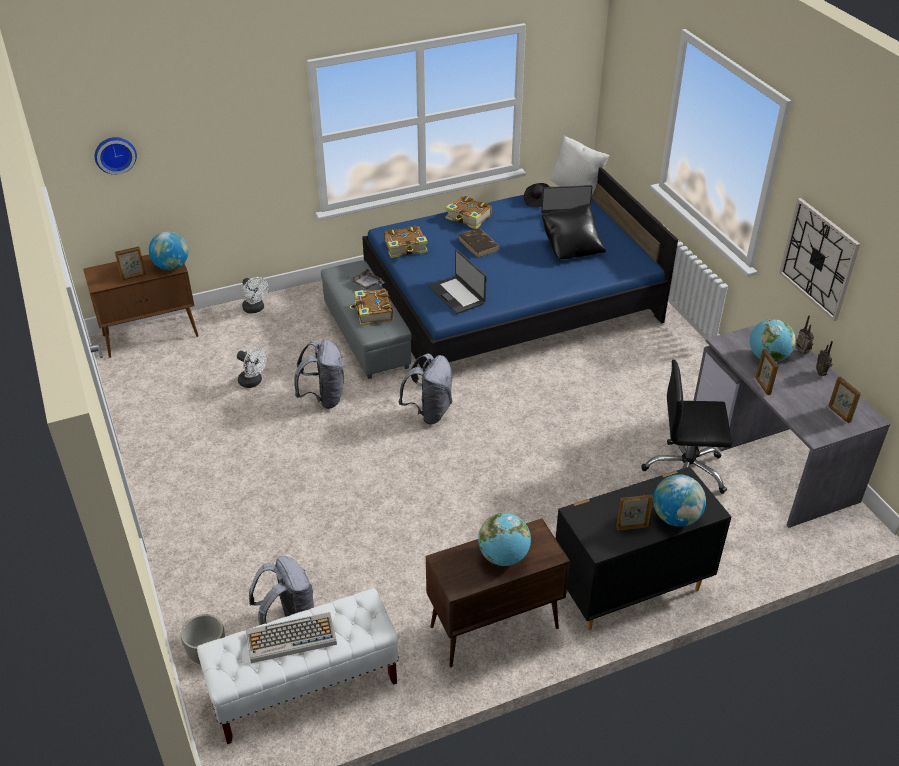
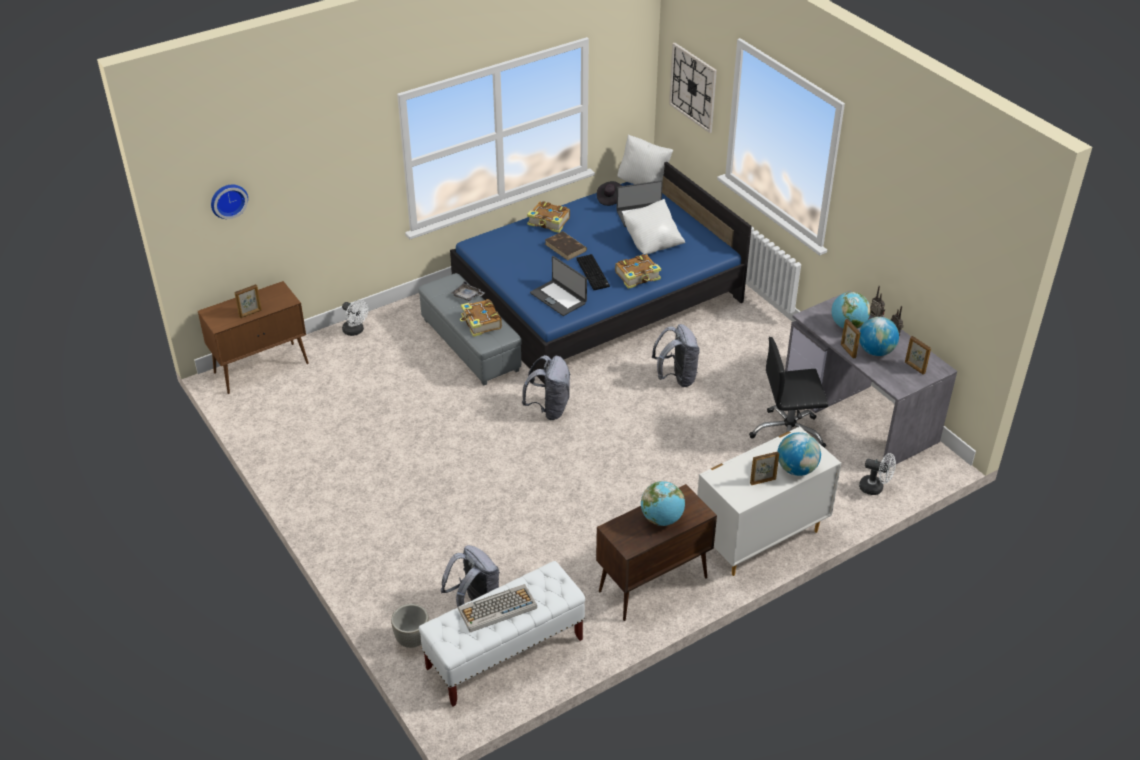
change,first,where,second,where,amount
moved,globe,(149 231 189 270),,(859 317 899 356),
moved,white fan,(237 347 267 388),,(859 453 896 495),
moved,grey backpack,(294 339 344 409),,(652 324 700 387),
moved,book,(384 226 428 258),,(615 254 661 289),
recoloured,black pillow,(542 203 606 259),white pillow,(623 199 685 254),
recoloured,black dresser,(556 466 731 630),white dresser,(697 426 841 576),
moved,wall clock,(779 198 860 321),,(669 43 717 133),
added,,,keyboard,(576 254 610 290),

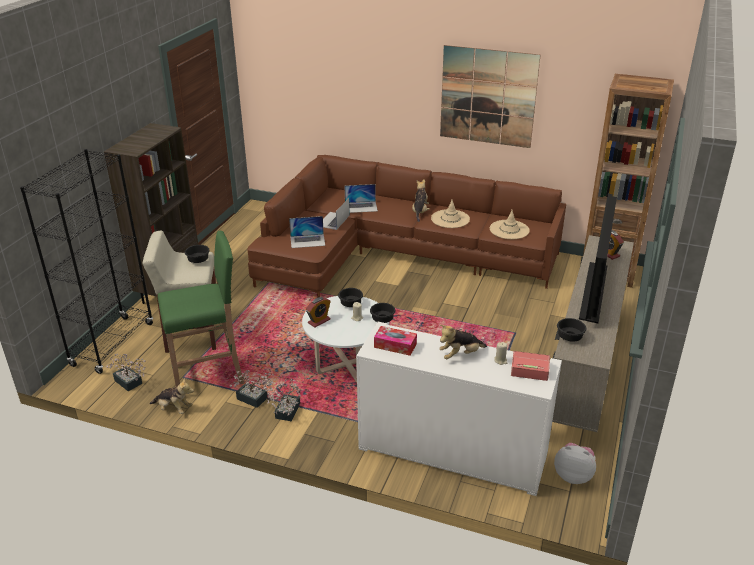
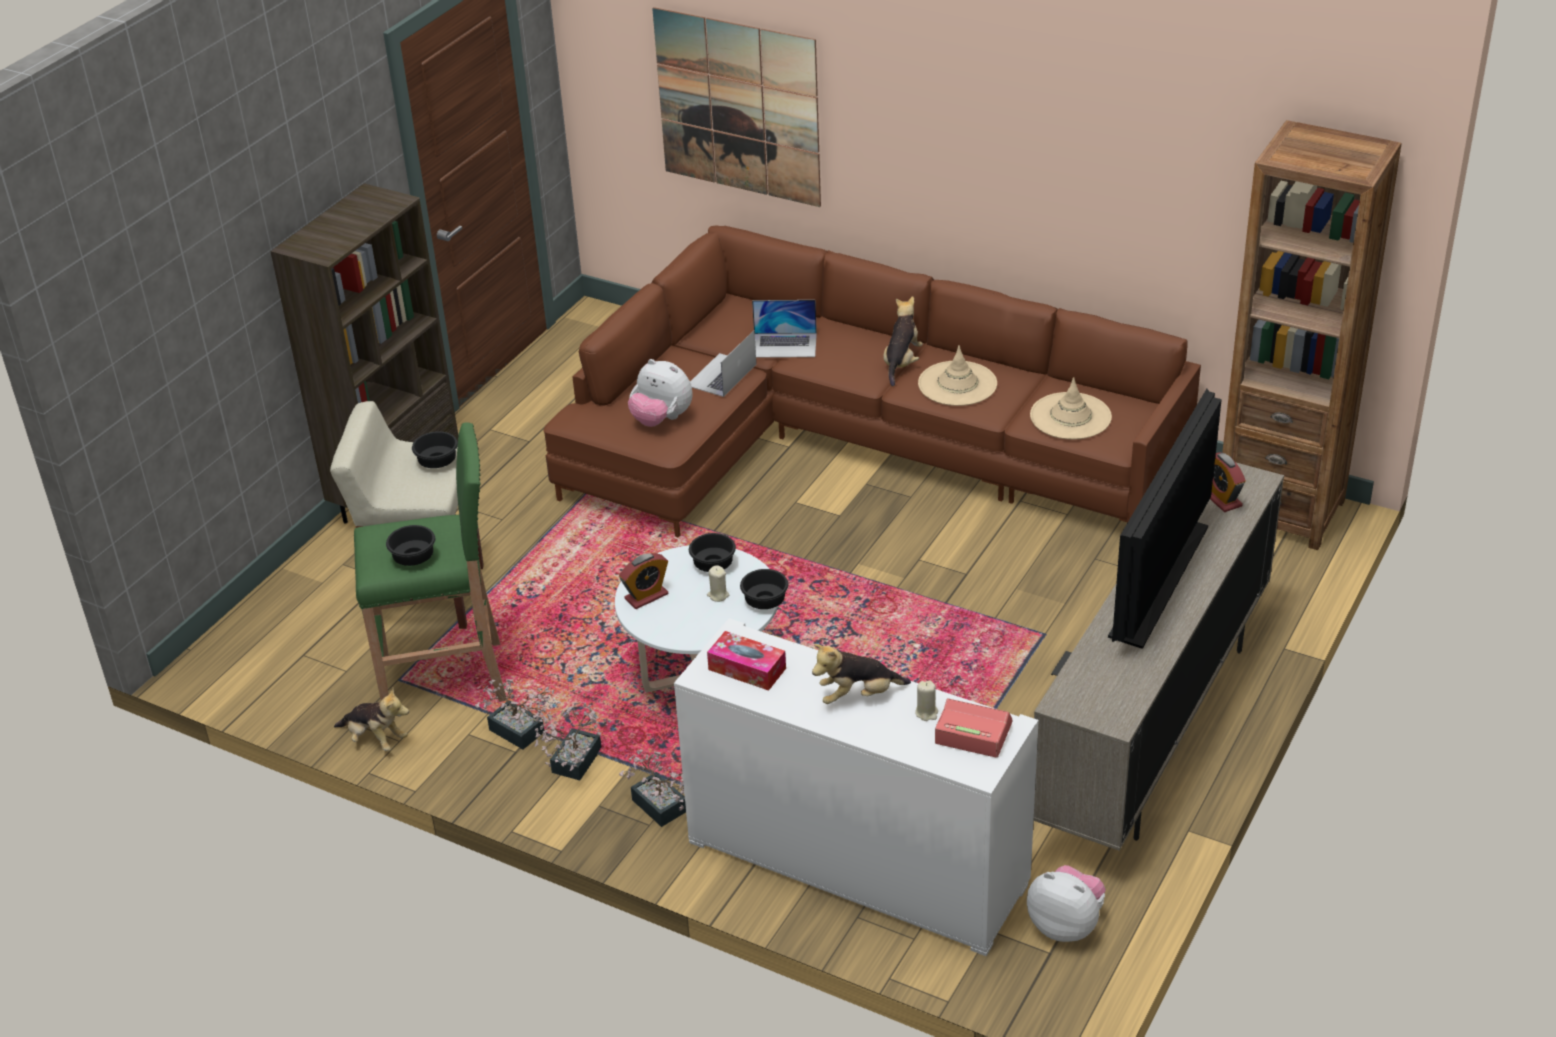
change,first,where,second,where,amount
removed,black bookcase,(20 149 153 374),,,
moved,potted plant,(106 354 146 391),,(619 749 686 827),
replaced,laptop,(289 216 325 248),plush toy,(628 359 693 427),
moved,picture,(440 45 541 148),,(652 7 821 207),
moved,black bowl,(557 318 586 342),,(386 525 435 566),

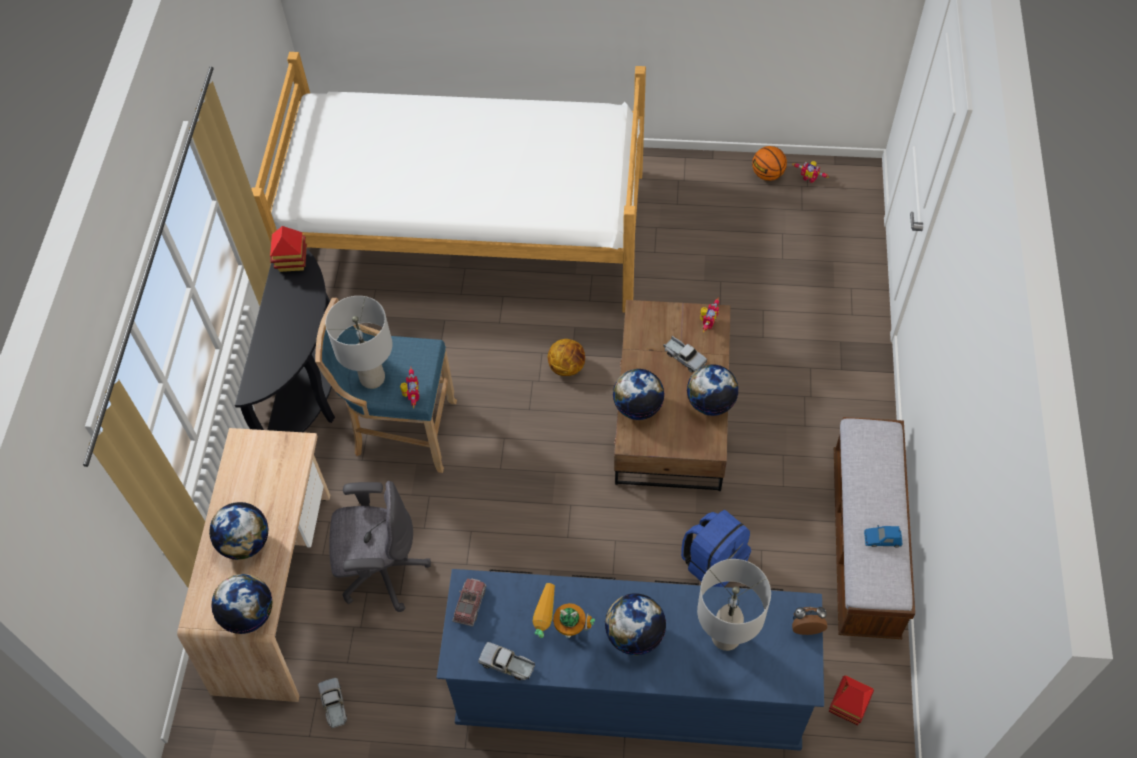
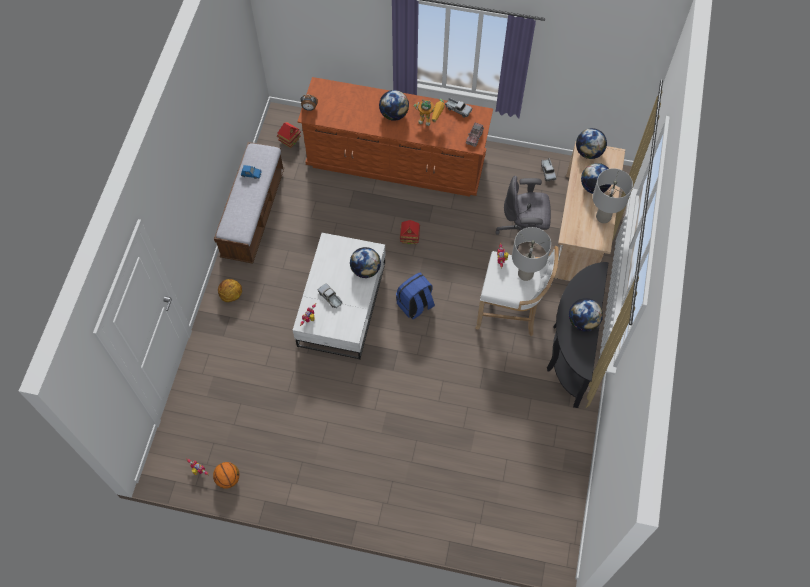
change,first,where,second,where,amount
removed,bed,(252 52 646 313),,,
moved,toy house,(270 226 307 272),,(400 220 420 244),
recoloured,blue stool,(315 298 457 473),white stool,(475 246 559 336),
recoloured,blue dresser,(436 569 824 751),brown dresser,(297 77 493 197),
moved,basketball,(548 339 585 376),,(218 279 242 302),
recoloured,brown coffee table,(614 300 730 491),white coffee table,(293 233 386 360),
moved,blue backpack,(681 509 751 587),,(396 272 435 319),
moved,globe,(687 364 739 416),,(569 298 603 332),
moved,grey table lamp,(697 559 771 651),,(593 168 633 223),

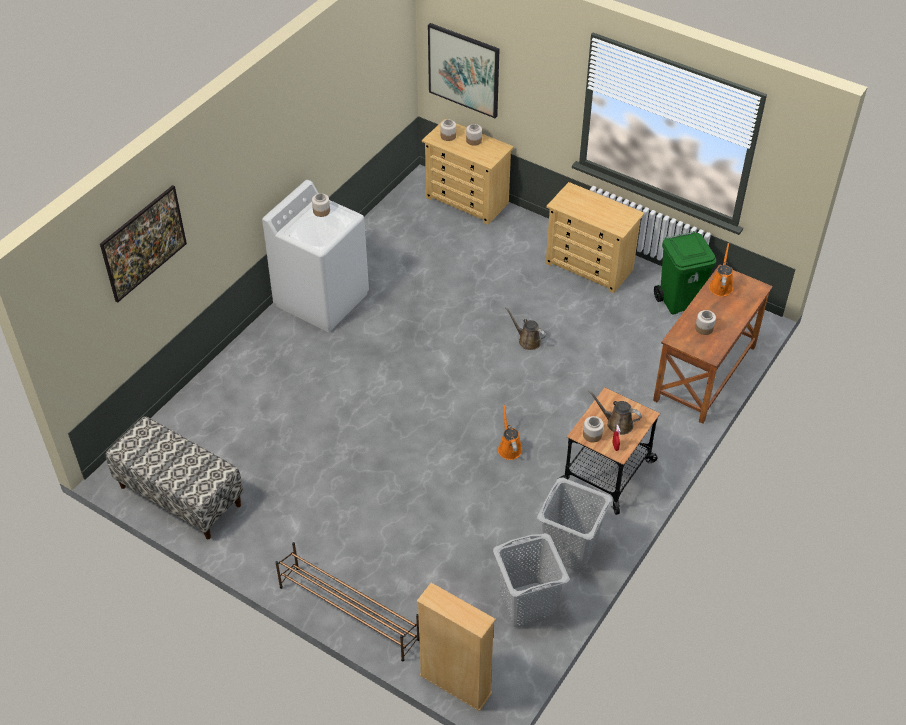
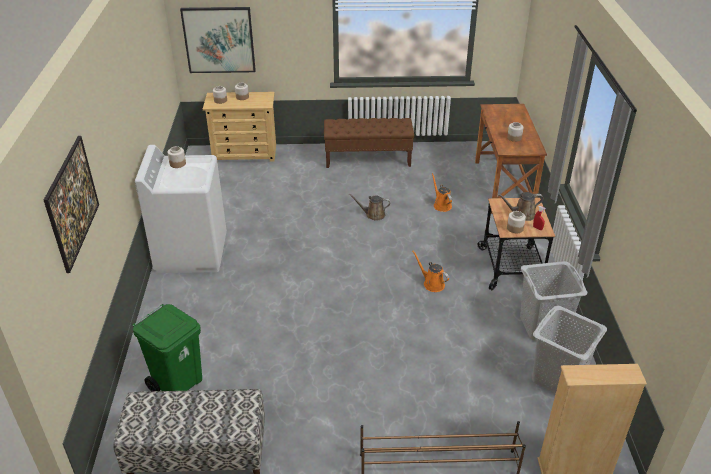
change,first,where,second,where,amount
replaced,beige dresser,(546 182 644 293),brown bench,(324 118 414 168),
moved,green trash can,(654 231 716 315),,(132 304 202 391),
moved,orange watering can,(709 243 733 297),,(432 173 452 212),

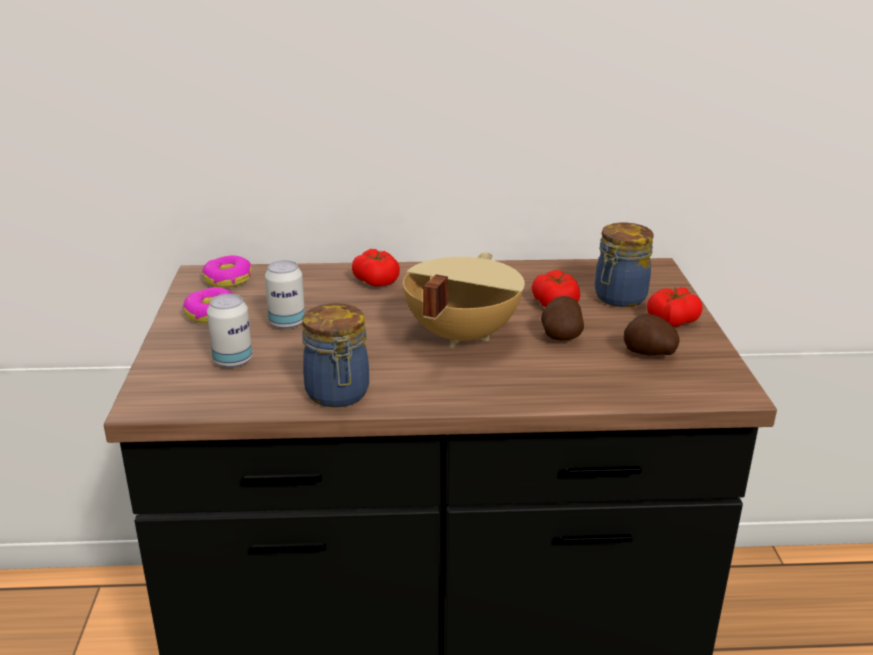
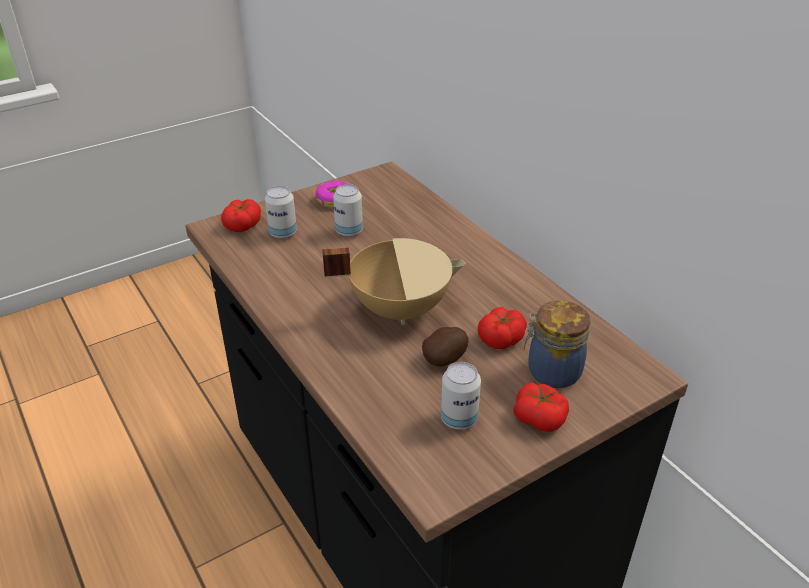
change,first,where,second,where,amount
removed,donut,(202 255 252 287),,,
removed,jar,(302 303 369 407),,,
moved,tomato,(352 249 400 286),,(221 199 261 232),
replaced,potato,(624 314 680 356),can,(441 362 481 430),

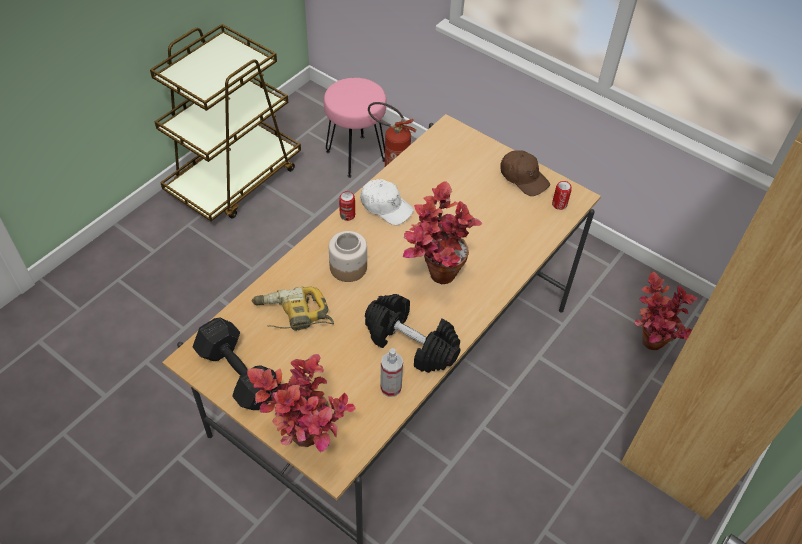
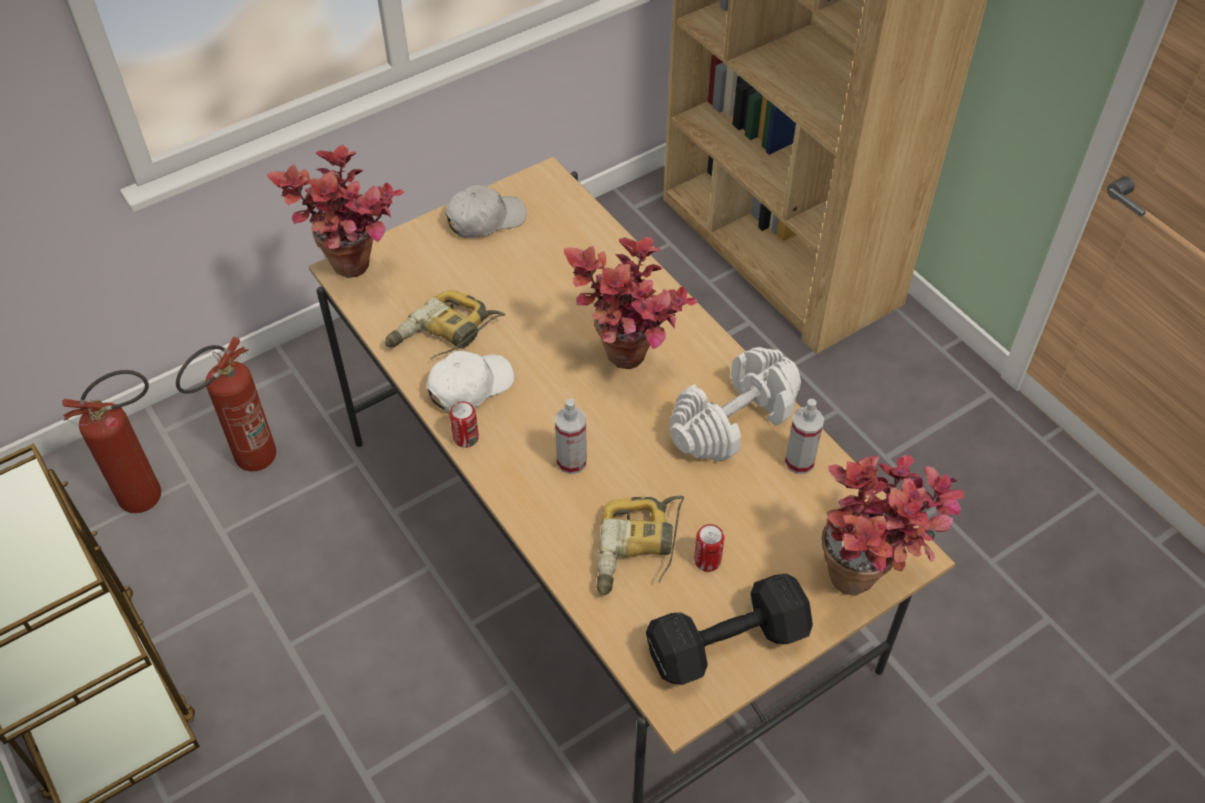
change,first,where,second,where,amount
replaced,pink stool,(324 78 387 178),fire extinguisher,(62 370 161 513),
replaced,jar,(329 231 367 282),spray bottle,(555 398 587 474),
recoloured,black dumbbell,(365 294 461 373),white dumbbell,(670 347 801 462),
recoloured,brown cap,(500 150 550 196),white cap,(445 184 526 238),
moved,can,(552 181 572 210),,(694 524 725 572),
moved,potted plant,(634 272 698 350),,(267 145 404 278),
added,,,power drill,(385 290 505 360),

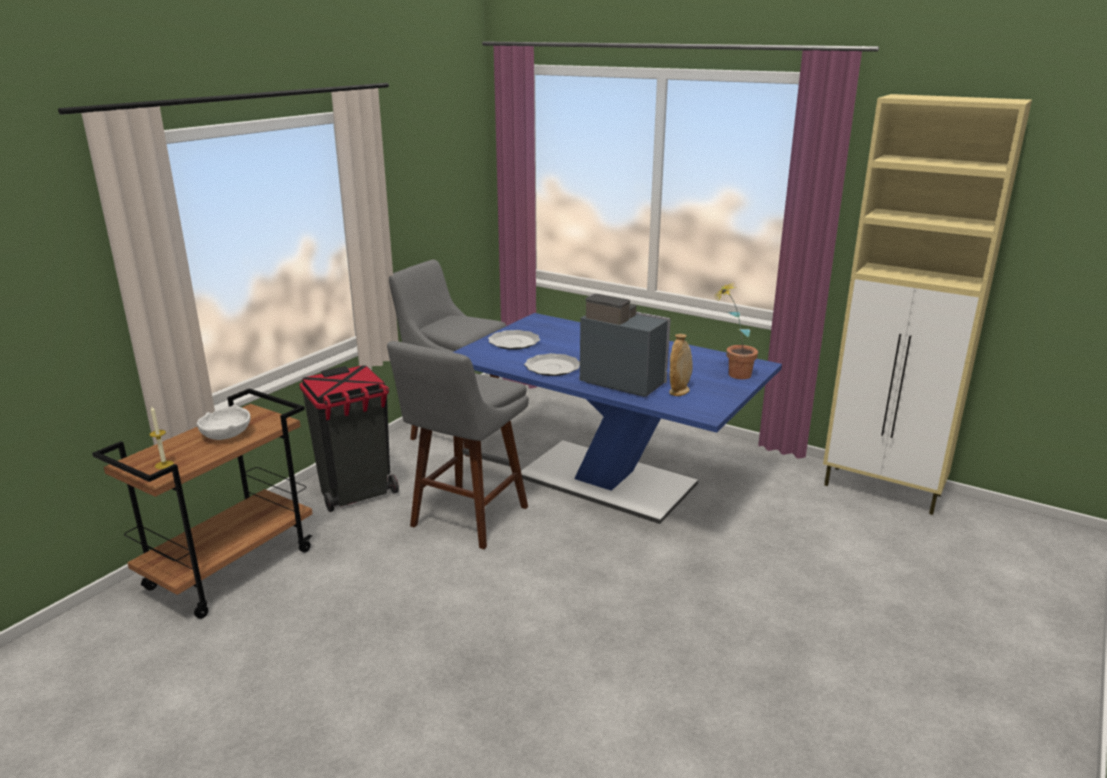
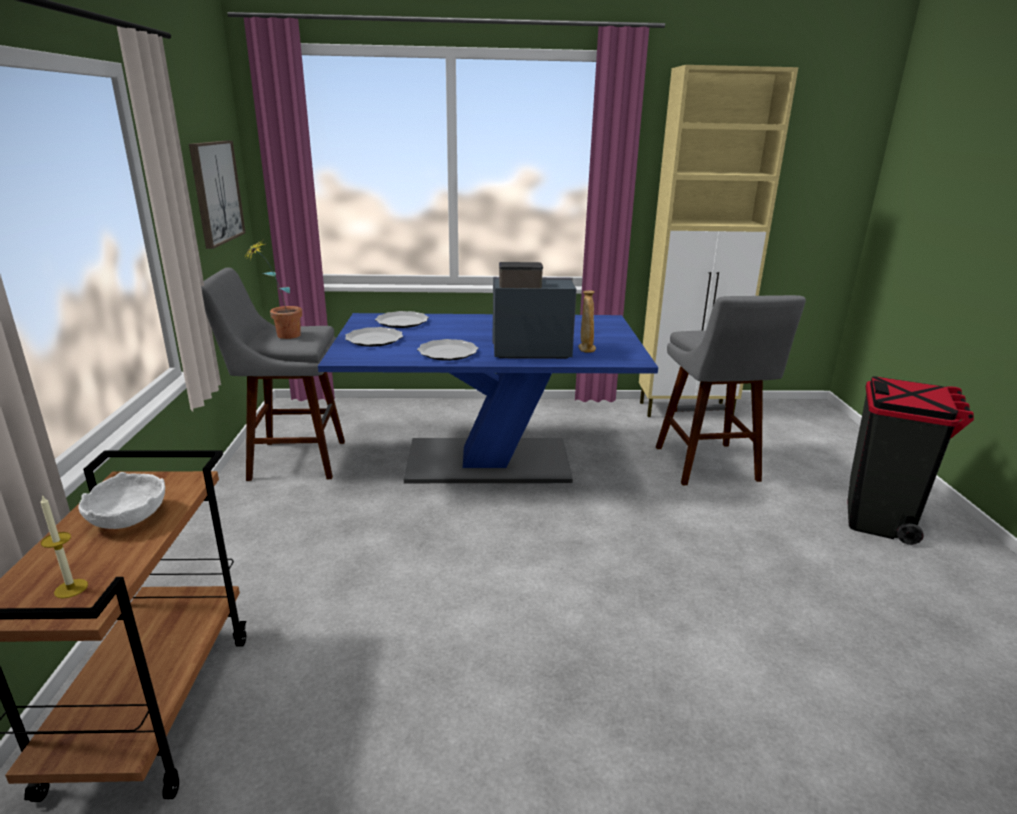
change,first,where,second,where,amount
moved,black trash can,(300 365 399 512),,(847 376 974 545),
moved,grey stool,(387 341 529 549),,(656 295 806 485),
moved,potted plant,(714 281 758 379),,(243 240 302 339),
added,,,picture,(189 141 246 249),
added,,,plate,(375 311 429 328),

